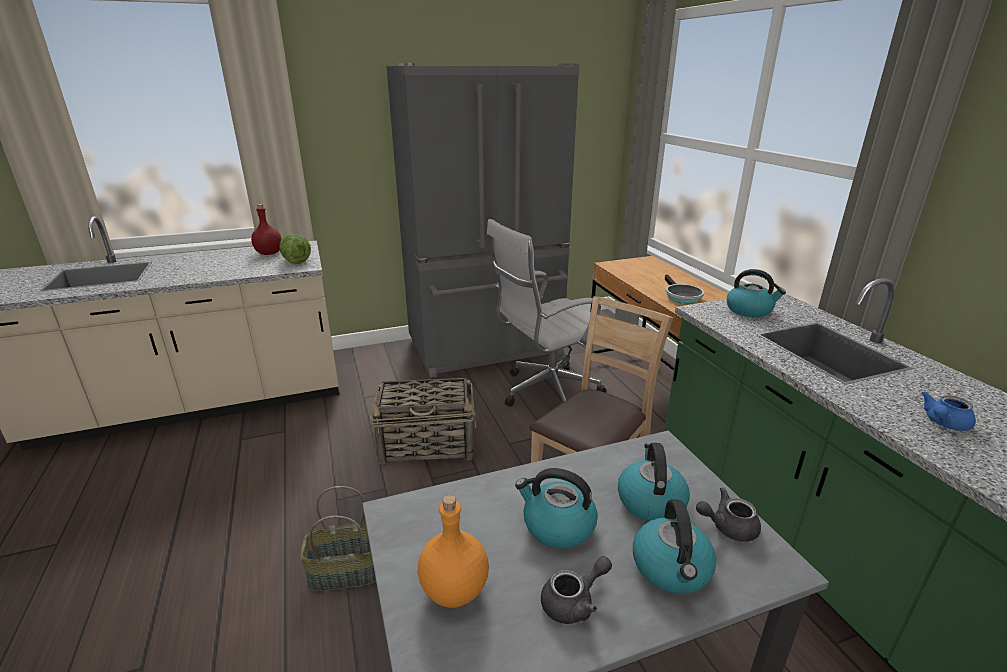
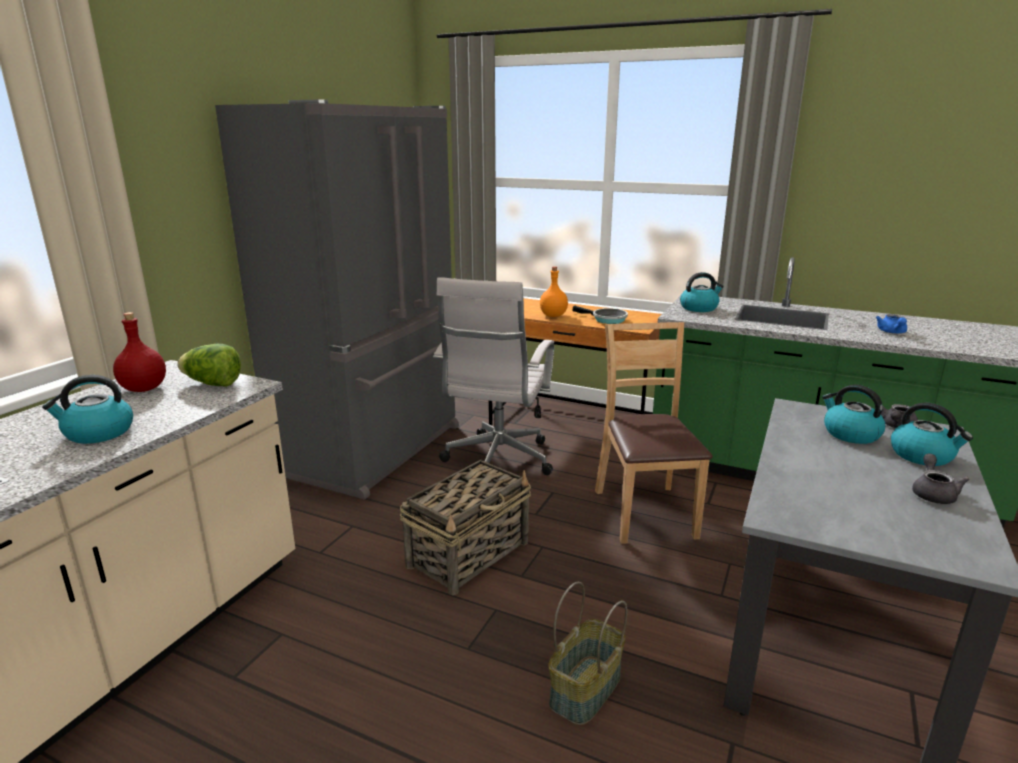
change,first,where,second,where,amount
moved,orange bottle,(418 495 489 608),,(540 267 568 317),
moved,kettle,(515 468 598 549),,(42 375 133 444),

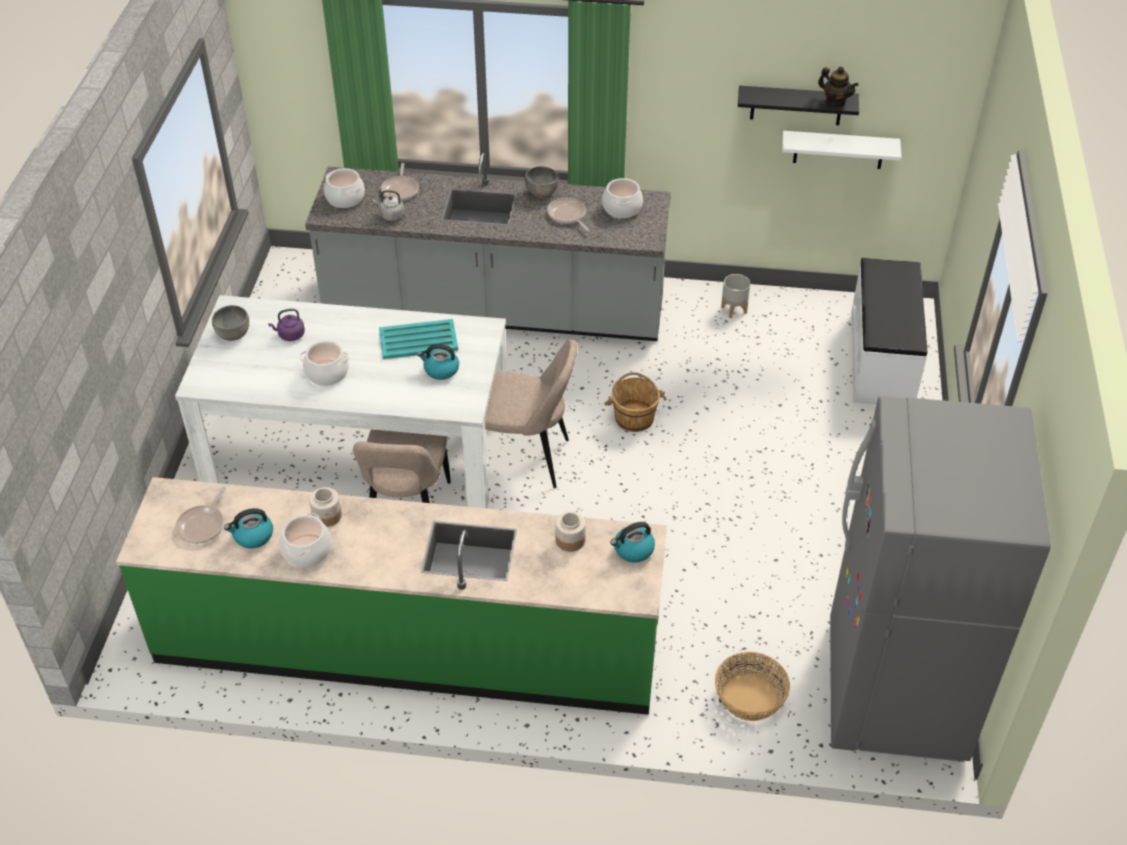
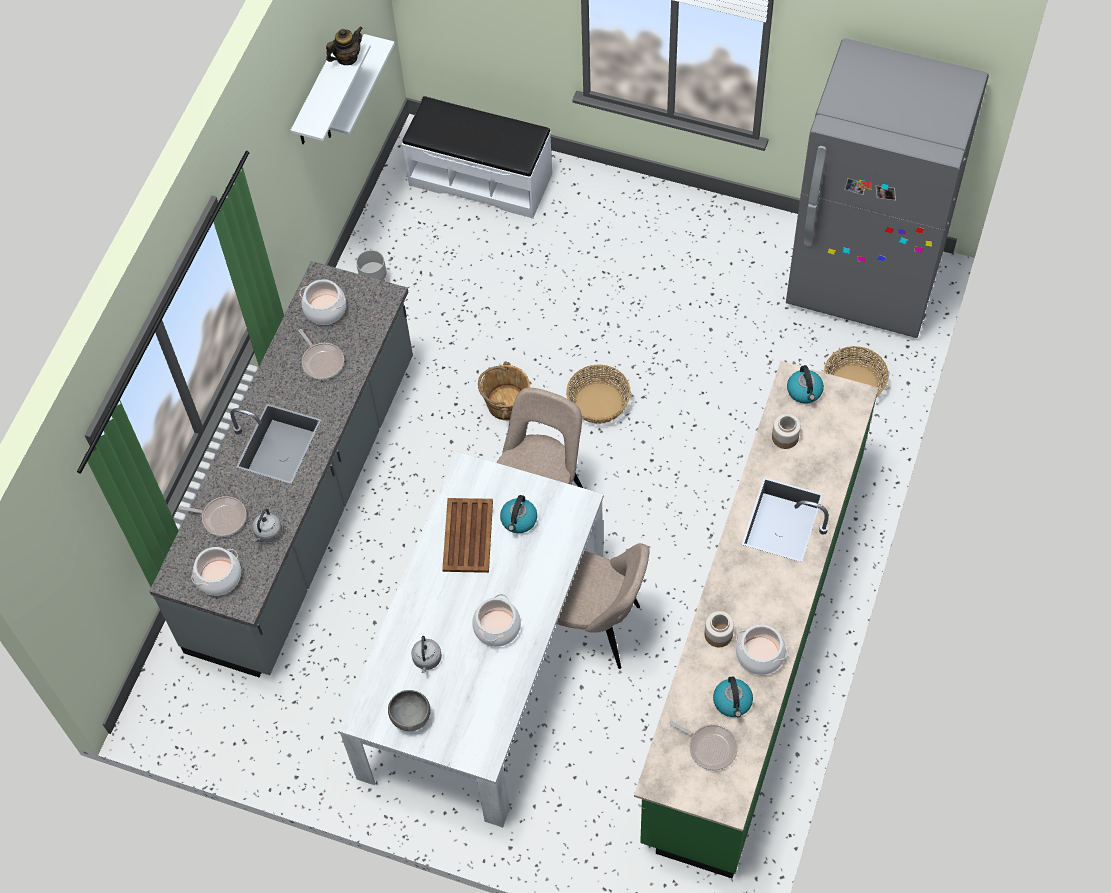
change,first,where,second,where,amount
recoloured,purple kettle,(268 309 305 341),grey kettle,(411 636 442 673),
recoloured,turquoise tray,(379 319 458 359),brown tray,(442 498 493 573),
removed,grey bowl,(525 166 559 198),,,
turned,frying pan,(547 198 590 231),,(299 329 344 380),105 degrees counterclockwise
recoloured,black shelf,(738 86 859 125),white shelf,(291 42 371 144),
added,,,basket,(566 364 631 424),

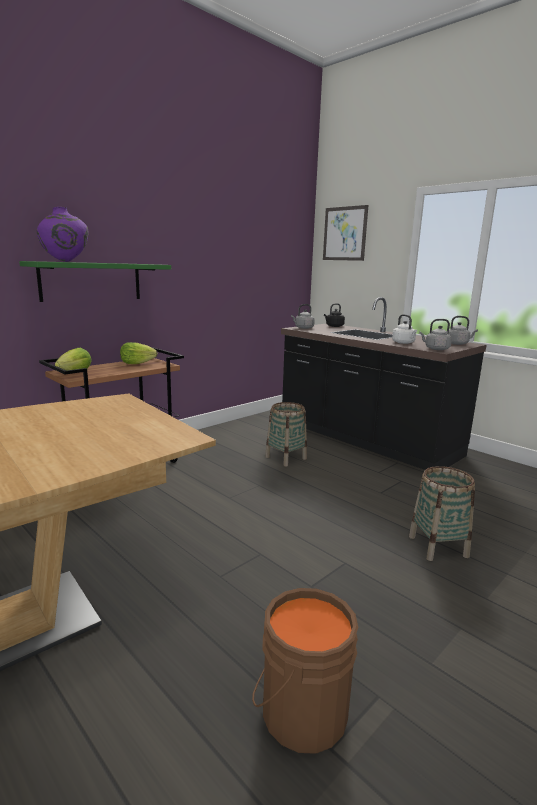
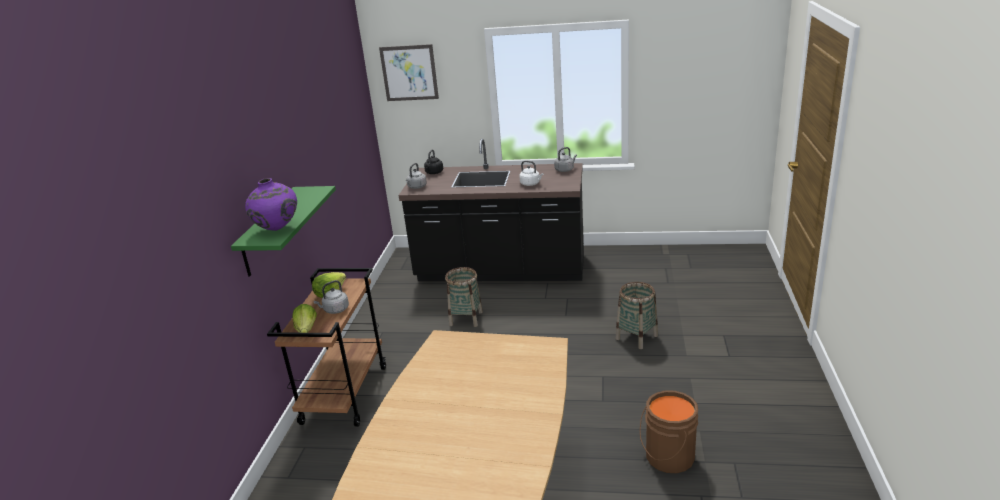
change,first,where,second,where,amount
moved,grey kettle,(419 319 452 350),,(314 280 349 314),

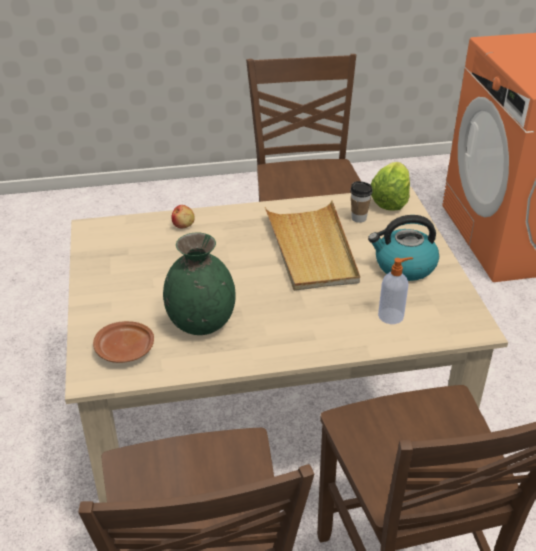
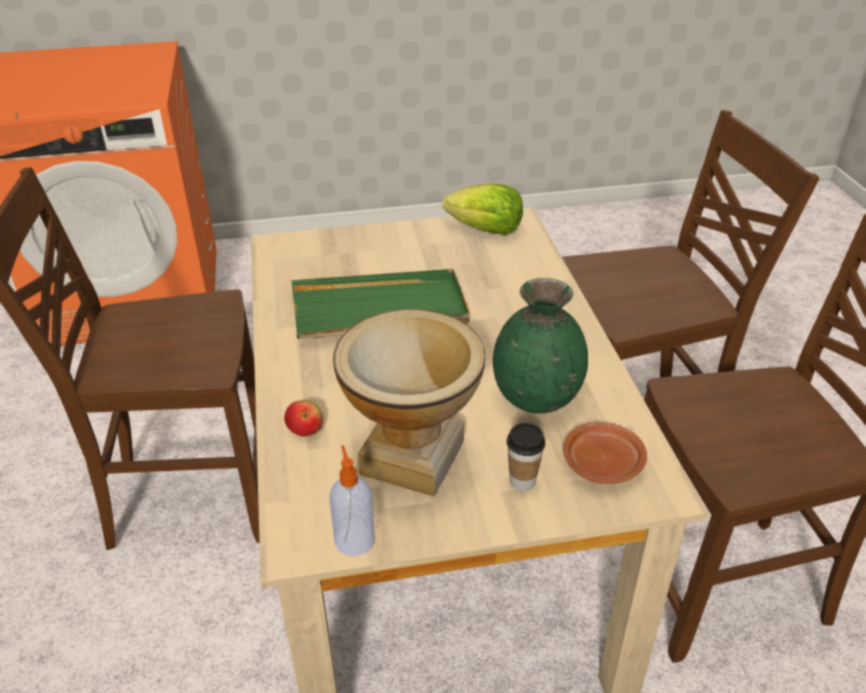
change,first,where,second,where,amount
recoloured,beige tray,(265 200 360 291),green tray,(291 269 470 339),
moved,cup,(350 181 373 223),,(507 423 545 491),
removed,kettle,(368 215 439 281),,,
moved,lettuce,(371 162 410 211),,(442 183 523 235),
moved,soap dispenser,(378 257 413 324),,(330 445 375 556),
added,,,vase,(333 309 485 496),

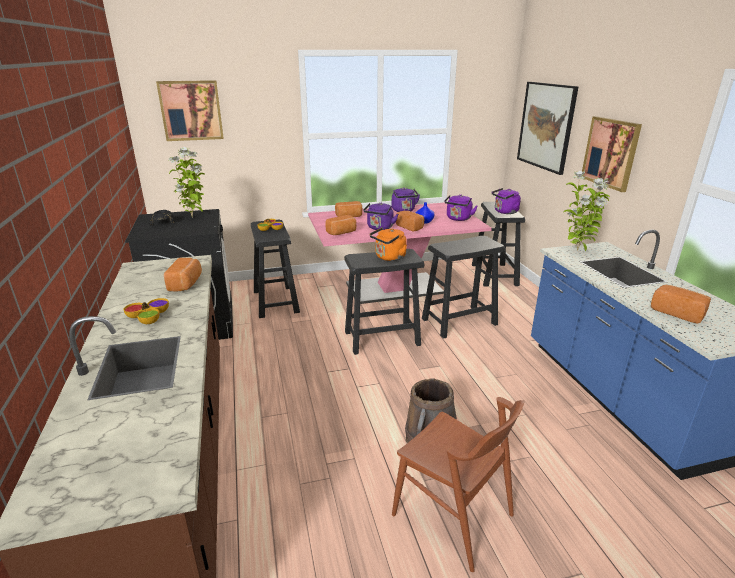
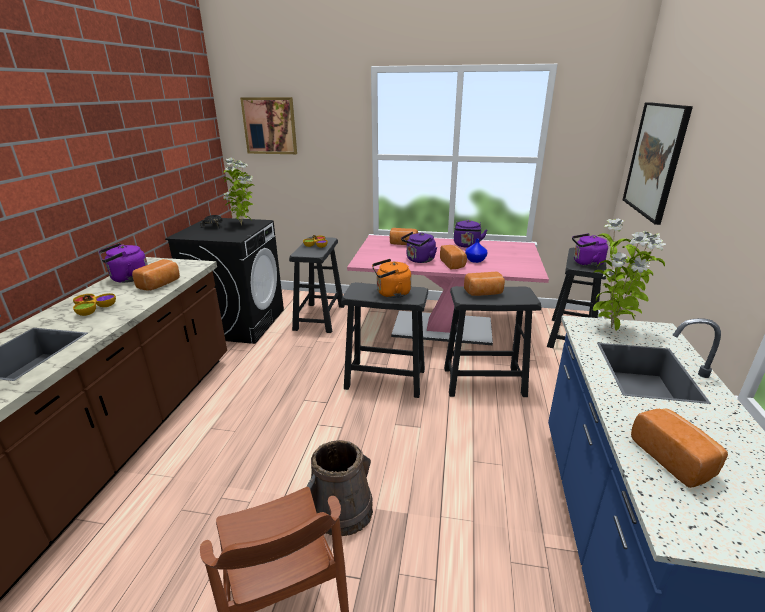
change,first,where,second,where,amount
moved,bread,(325 215 356 235),,(464 272 505 296),
moved,purple kettle,(444 194 477 221),,(99 243 148 283),
removed,picture,(581 116 642 192),,,

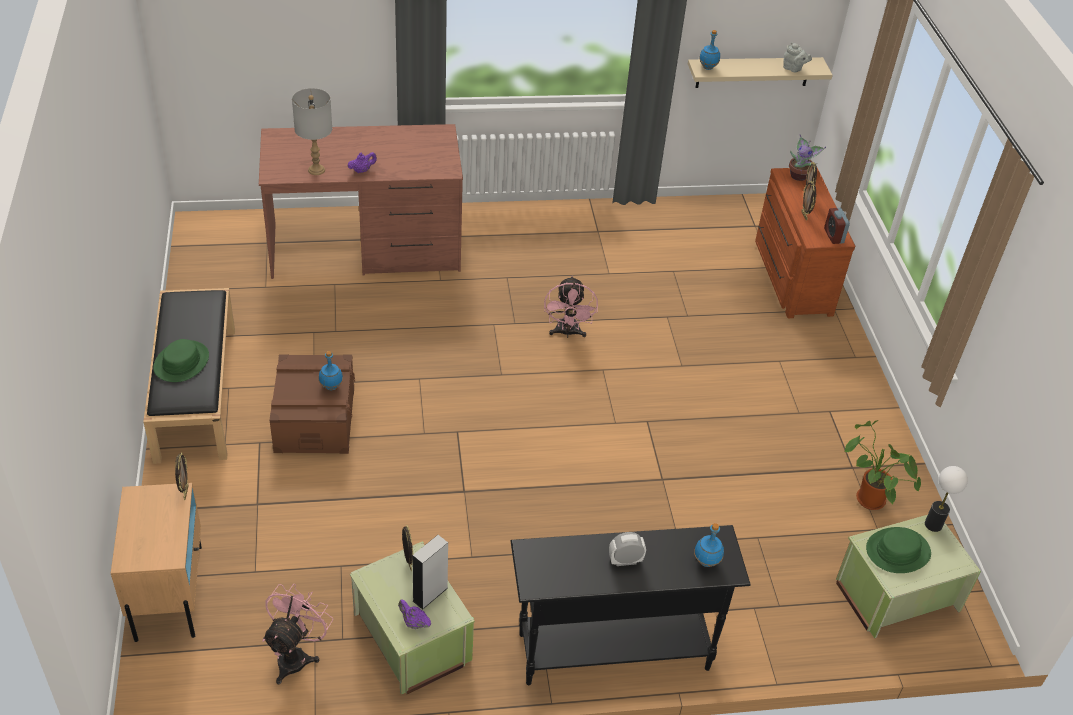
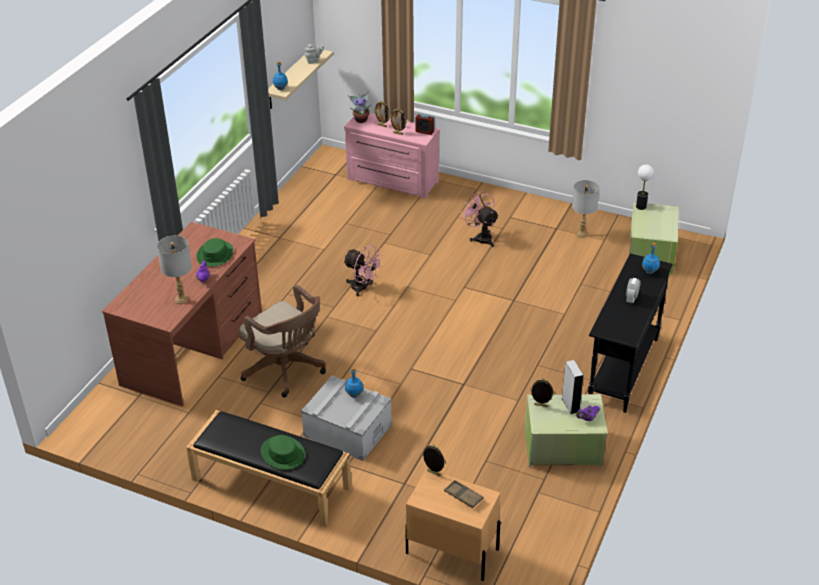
change,first,where,second,where,amount
moved,pink fan,(262 584 333 684),,(462 190 499 247),
recoloured,brown storage box,(270 354 355 454),grey storage box,(301 375 392 461),
recoloured,brown dresser,(755 168 855 318),pink dresser,(344 113 440 199),
replaced,potted plant,(845 420 921 510),grey table lamp,(572 180 600 238),
moved,green hat,(866 527 931 573),,(196 238 233 267),
added,,,brown office chair,(238 285 326 398),
added,,,brown tray,(444 480 483 508),

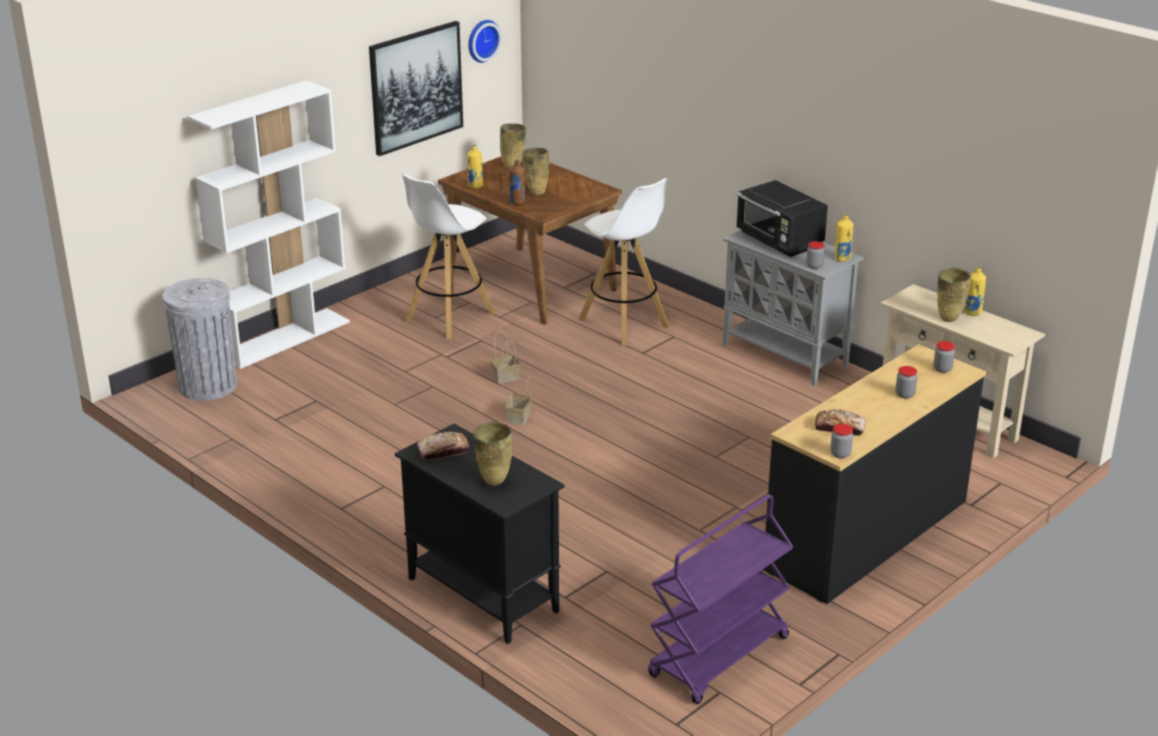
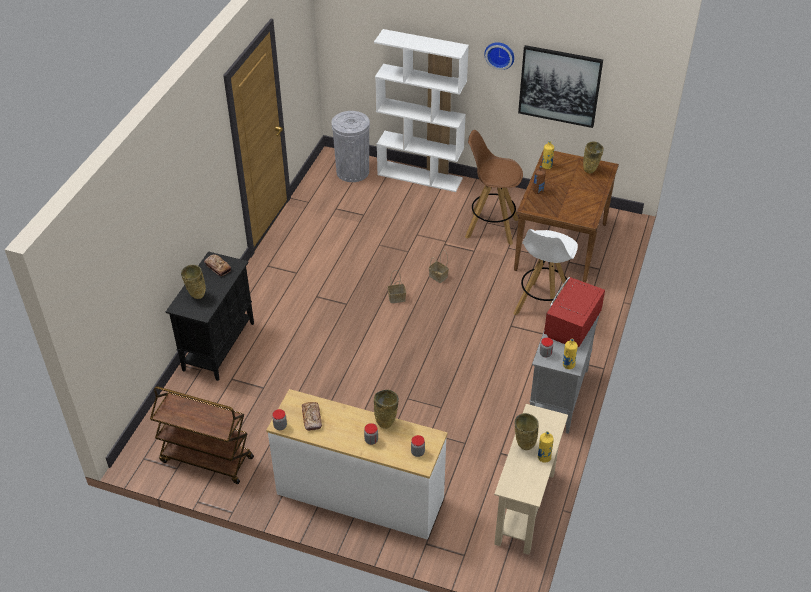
change,first,where,second,where,amount
recoloured,white stool,(402 173 496 339),brown stool,(465 130 523 245),
moved,wall clock,(468 20 502 63),,(484 42 514 70),
moved,beige vase,(522 148 549 195),,(374 389 399 429),
recoloured,purple cart,(648 494 793 704),brown cart,(150 386 254 484),
recoloured,black microwave,(736 180 828 257),red microwave,(544 277 605 347),
recoloured,black dresser,(763 344 986 604),white dresser,(266 389 448 540),

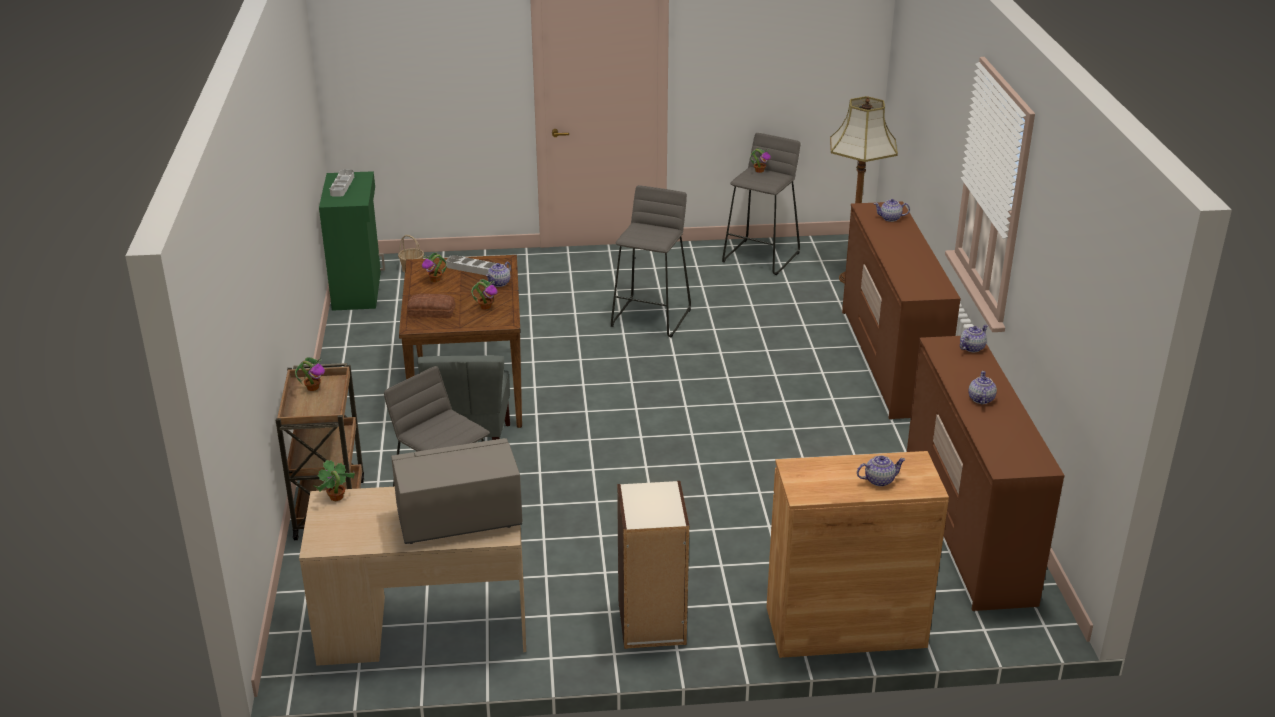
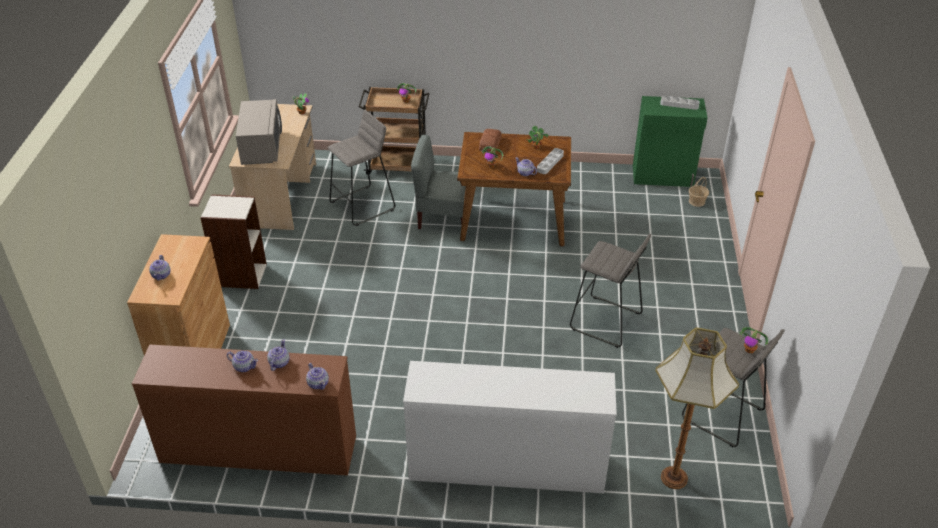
change,first,where,second,where,amount
recoloured,brown dresser,(842 201 961 420),white dresser,(403 361 617 494),
moved,teapot,(874 199 910 222),,(267 340 290 371),

